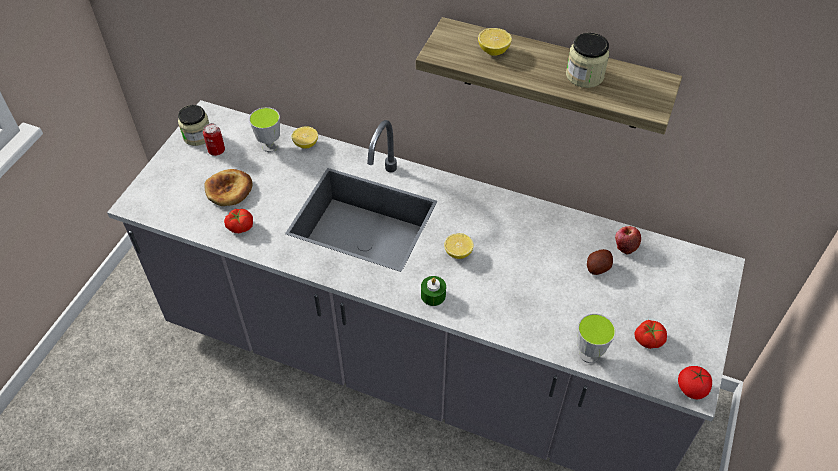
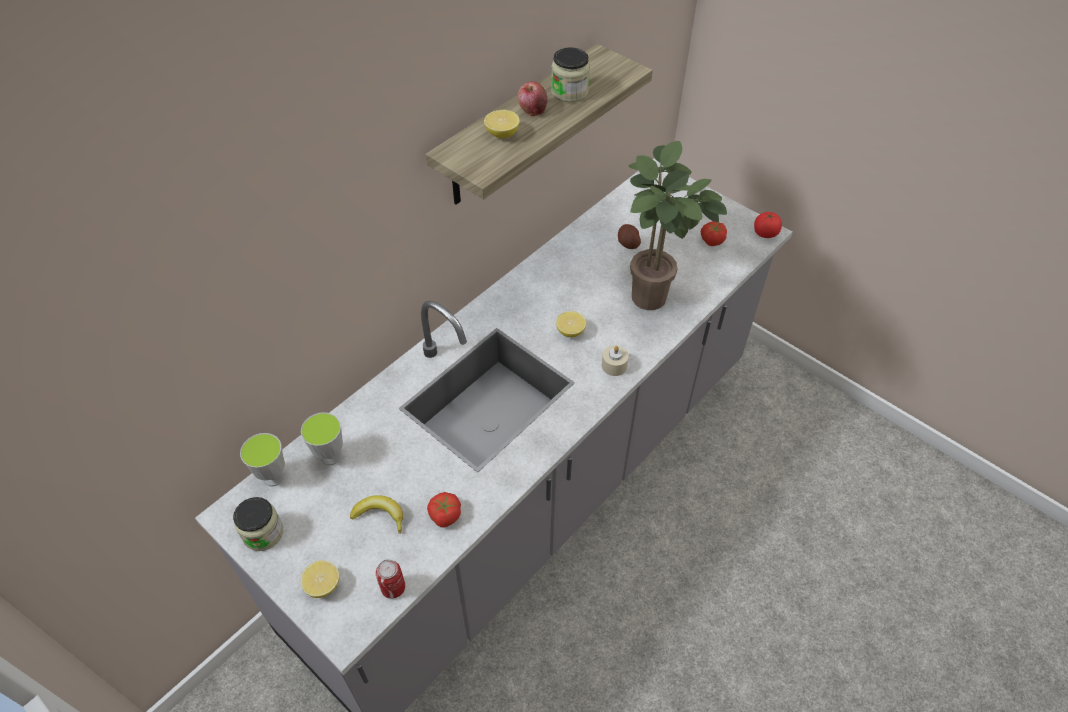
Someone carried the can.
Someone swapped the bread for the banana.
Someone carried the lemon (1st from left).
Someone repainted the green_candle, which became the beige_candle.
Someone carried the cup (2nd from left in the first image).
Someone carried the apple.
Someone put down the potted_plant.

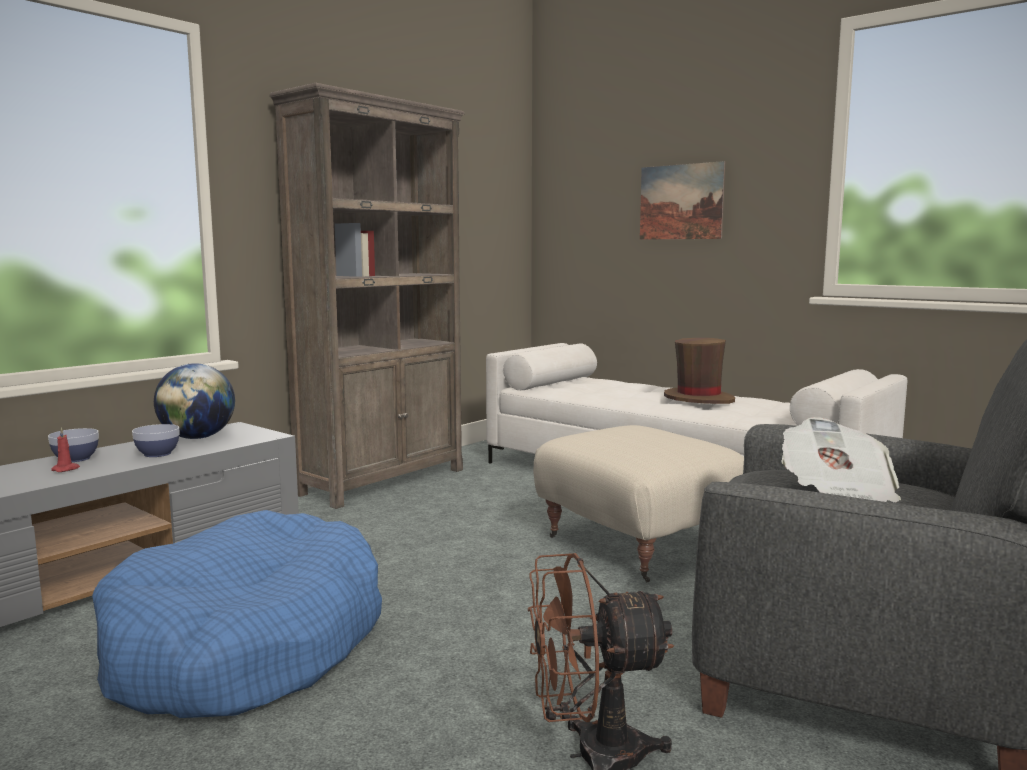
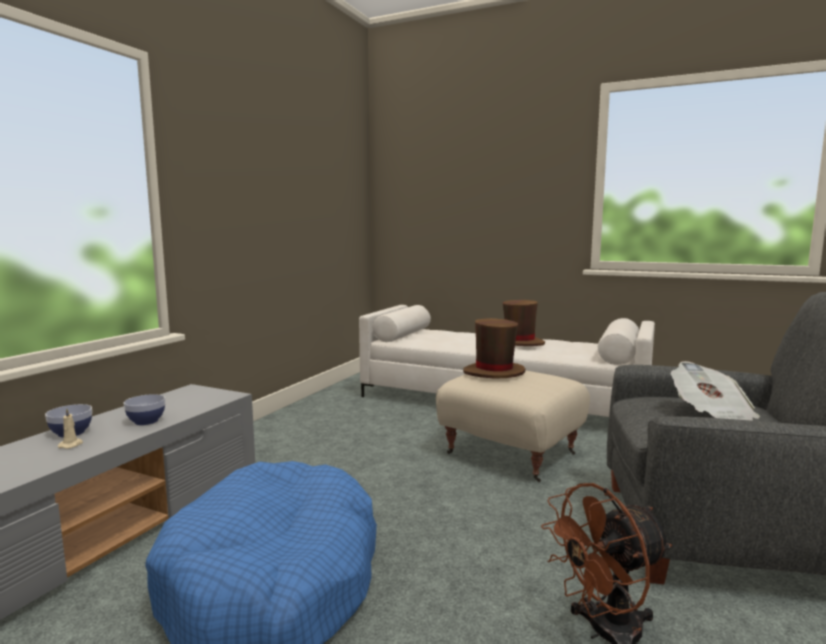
Someone repainted the red_candle, which became the beige_candle.
Someone took away the globe.
Someone took away the brown_bookcase.
Someone took away the picture.
Someone put down the brown_hat (1st from left).

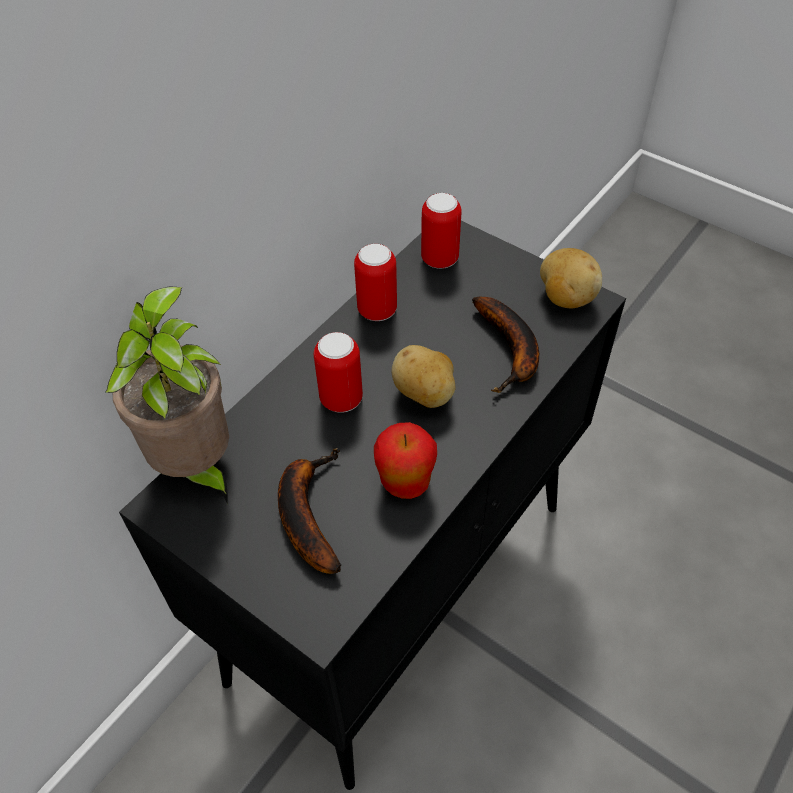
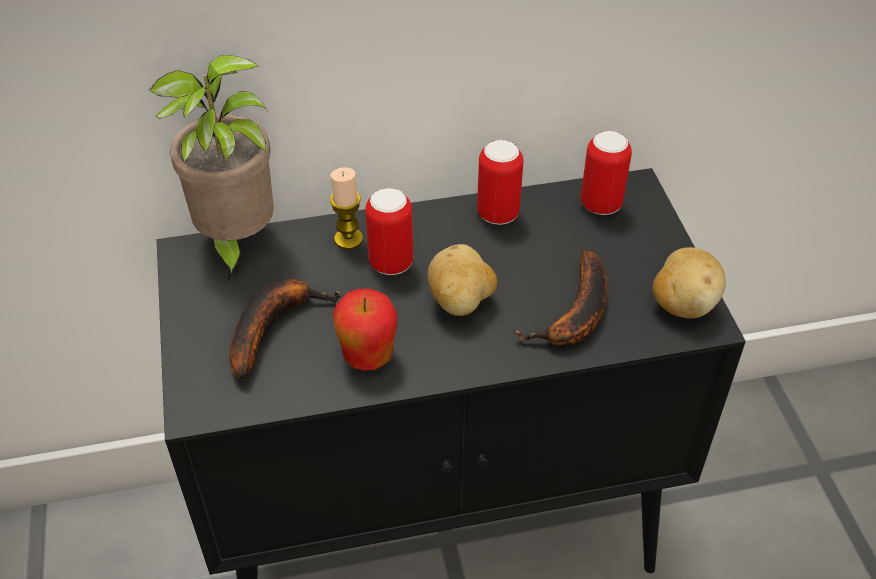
Someone put down the candle.

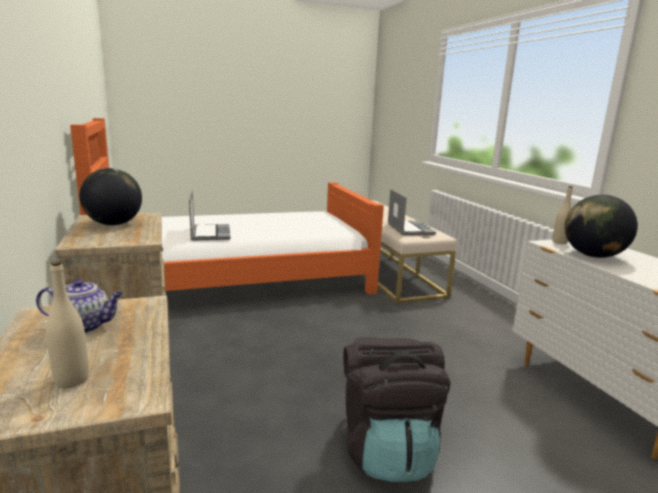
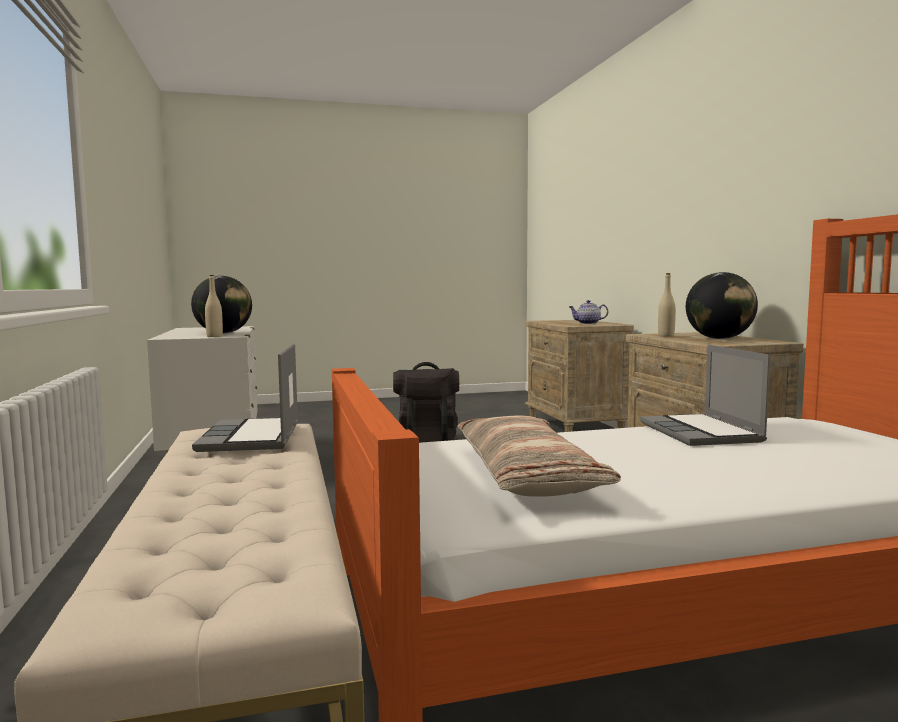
Someone carried the beige_bottle (1st from left in the first image).
Someone put down the pillow.

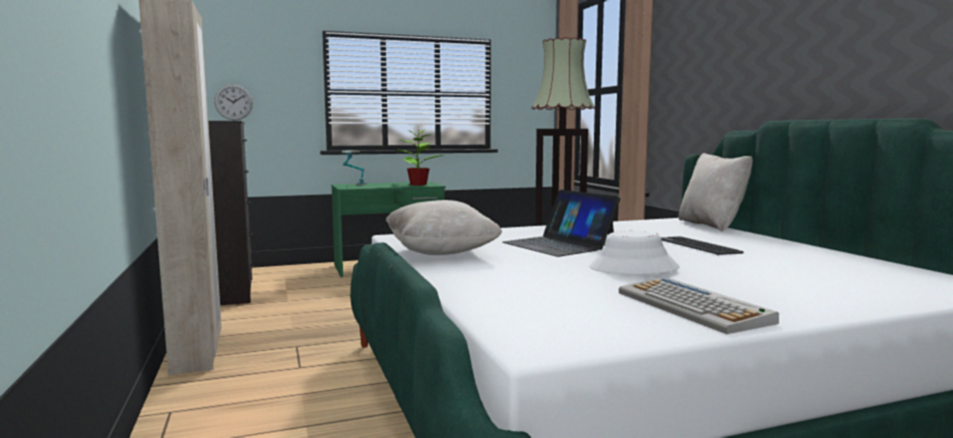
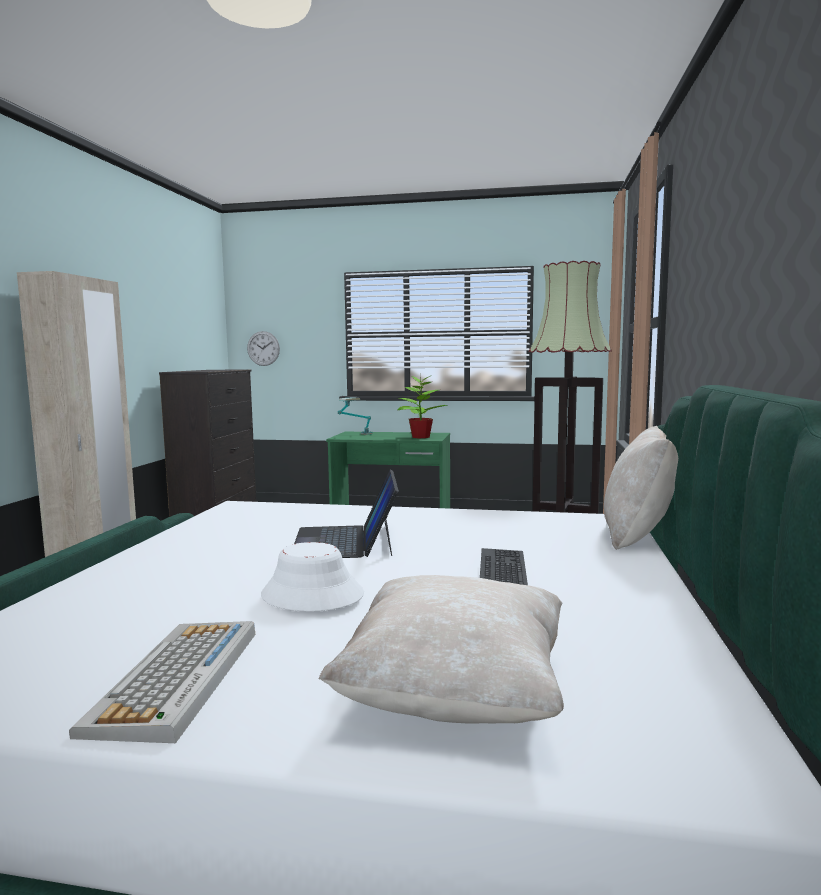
Someone carried the beige_pillow (1st from left).

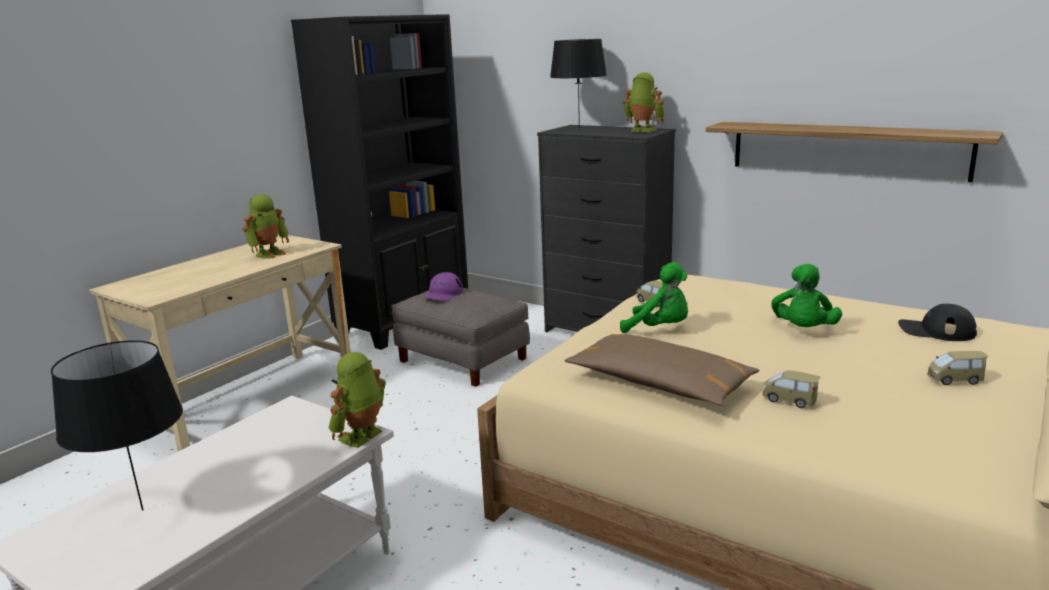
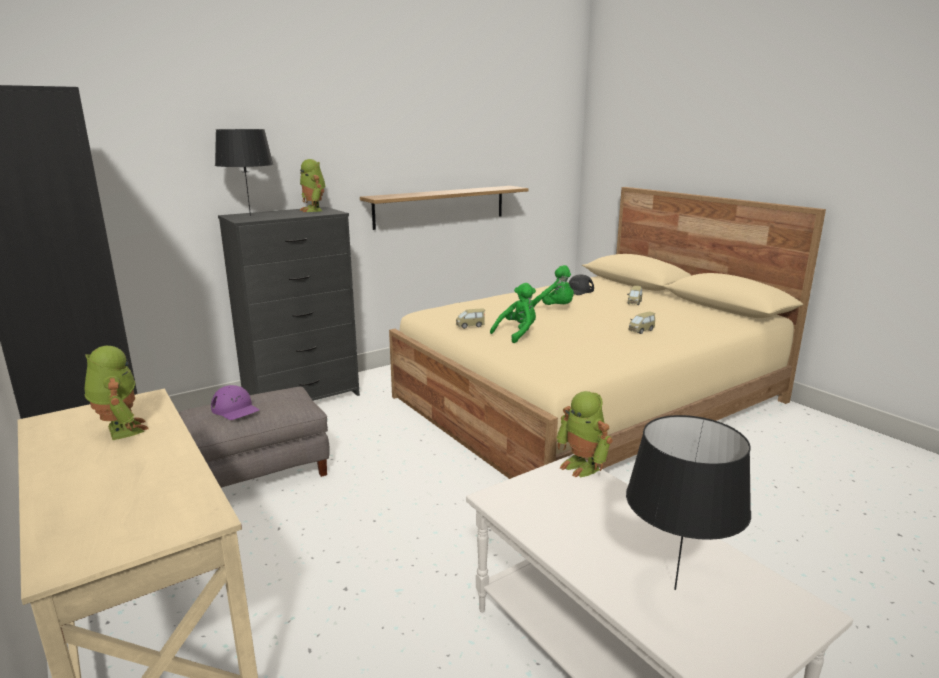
Someone took away the brown_pillow.
Someone rotated the toy_robot (3rd from left in the first image) by 90 degrees counterclockwise.

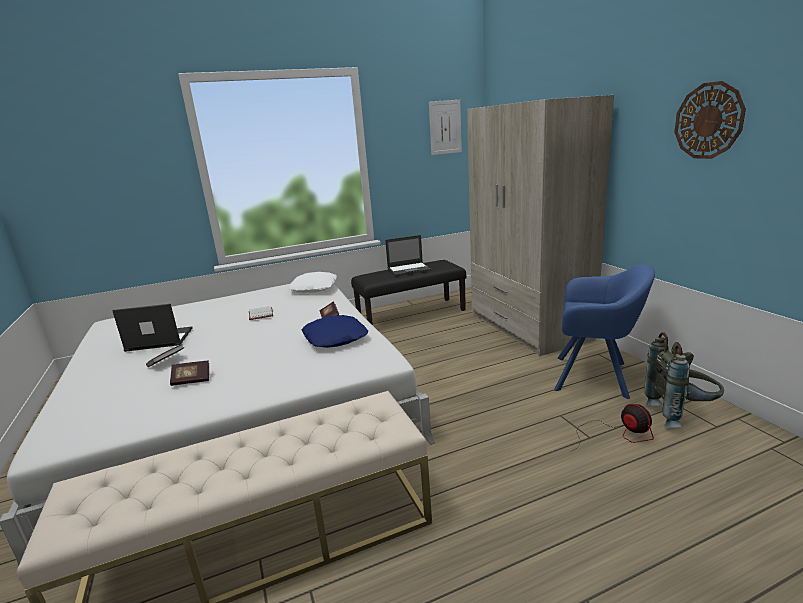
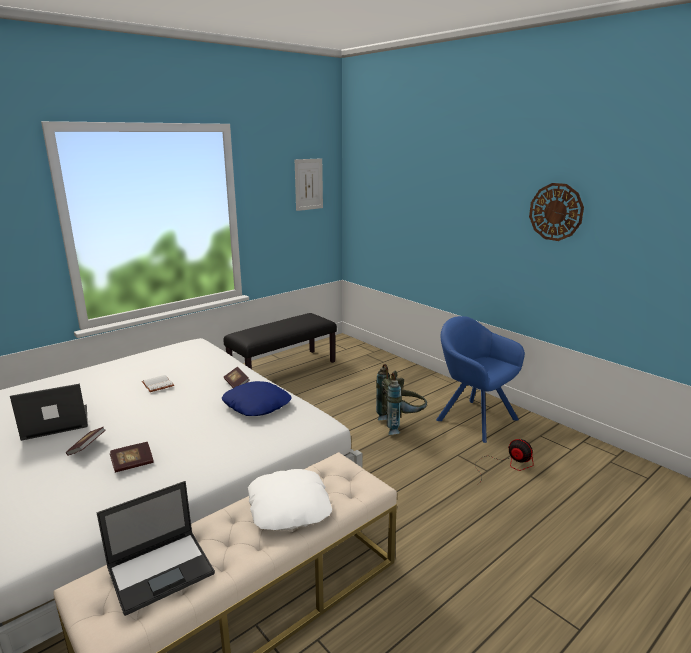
Someone carried the white_pillow.
Someone carried the laptop (2nd from left).
Someone took away the beige_wardrobe.
Someone rotated the blue_armchair by 135 degrees counterclockwise.
Someone carried the grey_backpack.

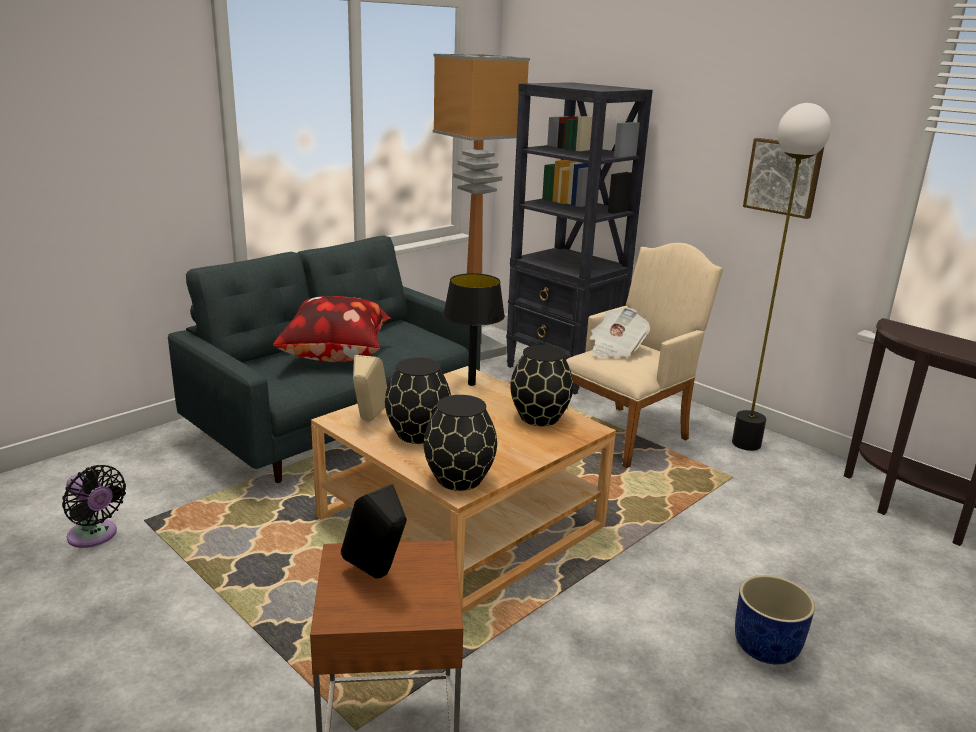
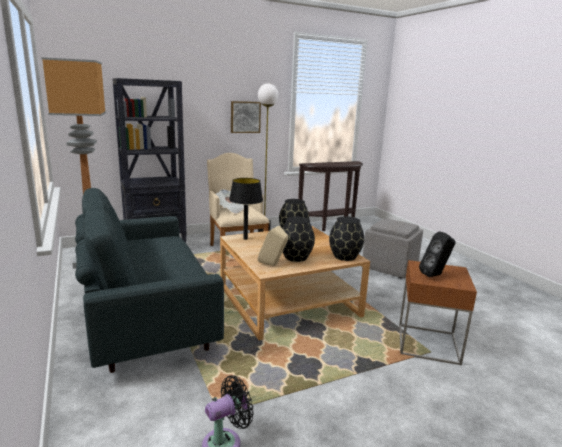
Someone took away the pillow.
Someone swapped the blue_planter for the grey_ottoman.

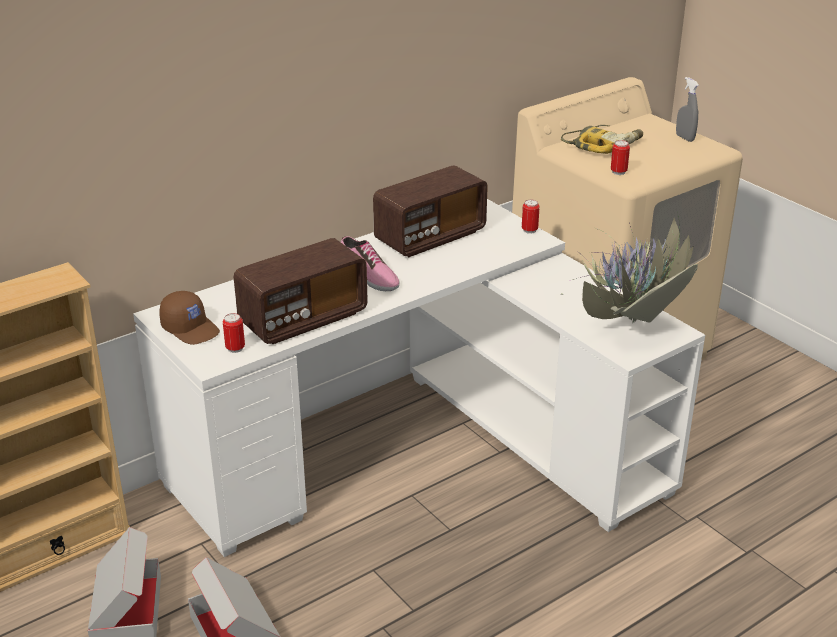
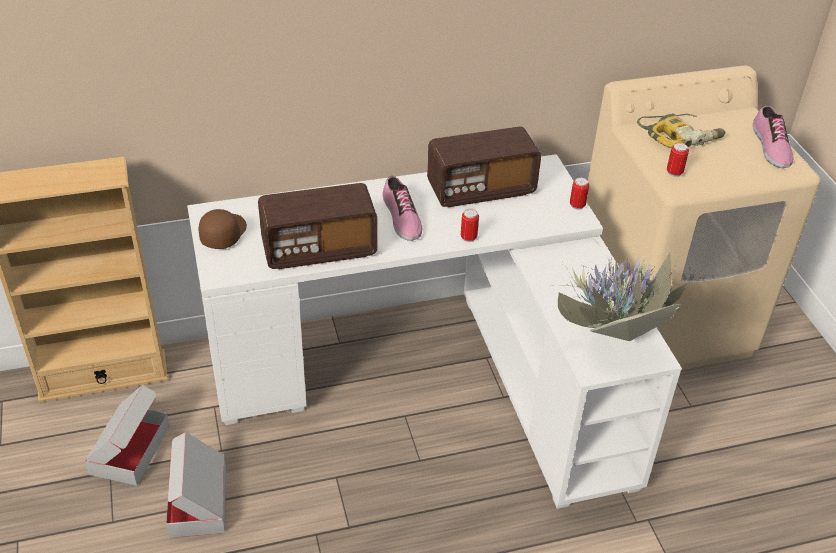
Someone rotated the brown_cap by 135 degrees counterclockwise.
Someone carried the can (1st from left).
Someone swapped the grey_spray_bottle for the shoe (2nd from left).

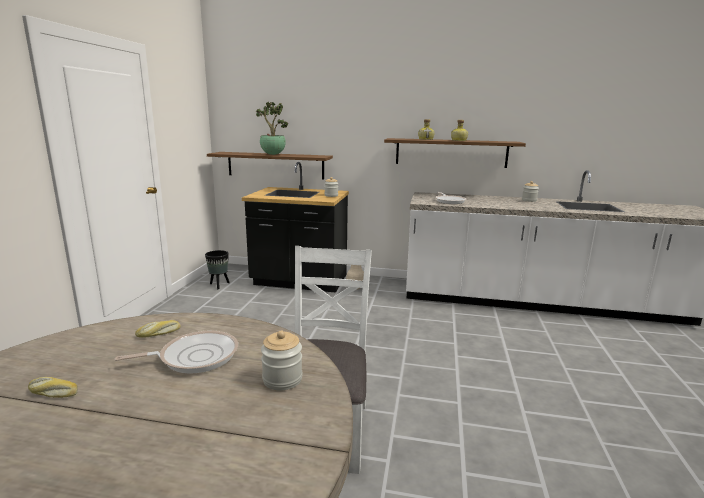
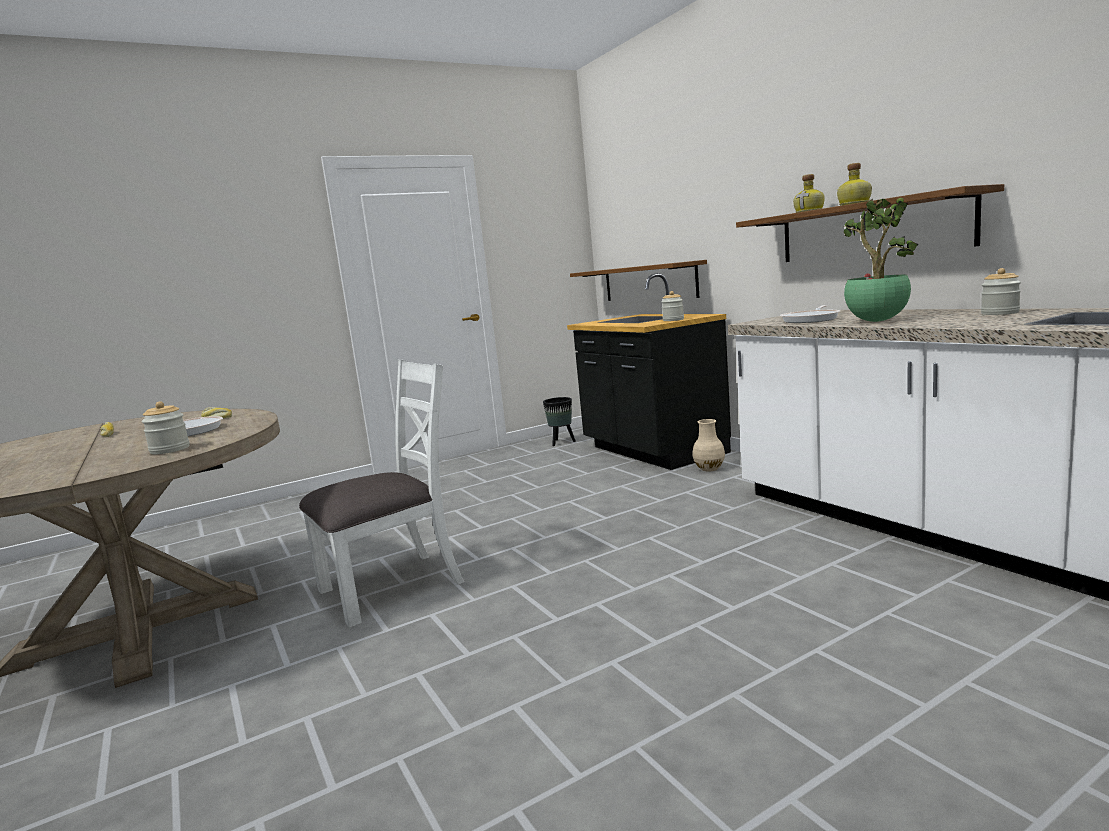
Someone carried the potted_plant.

